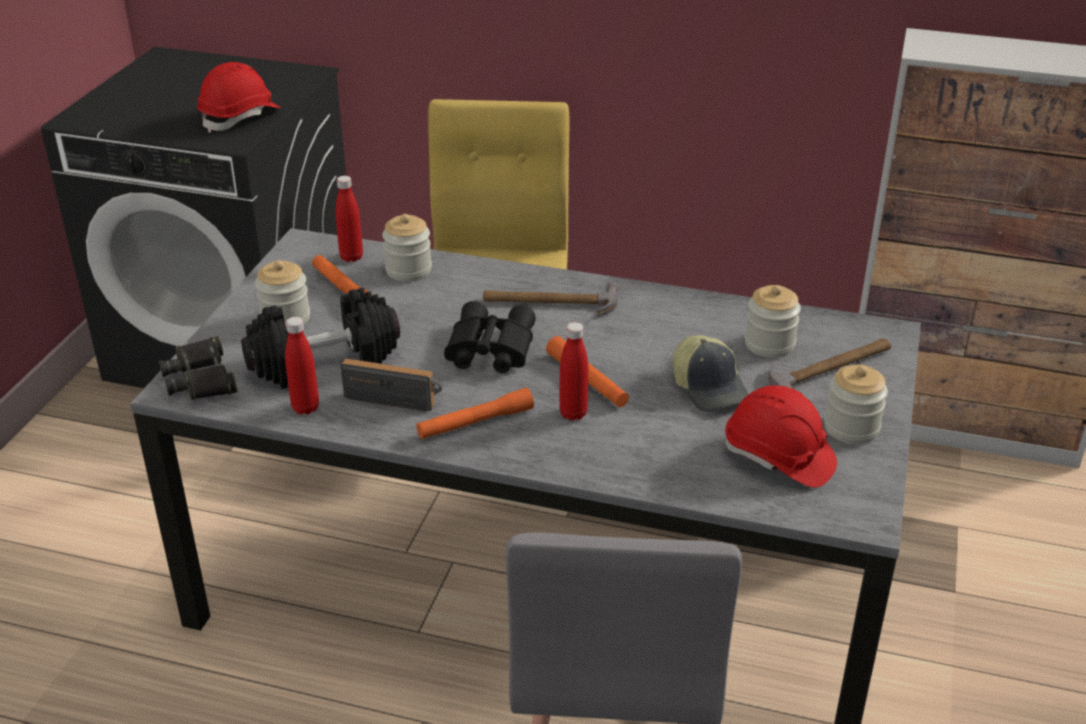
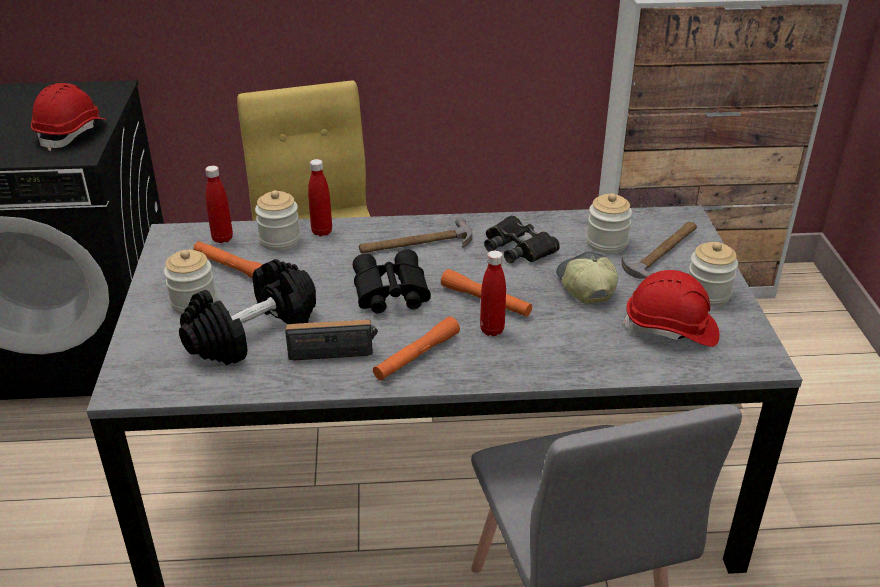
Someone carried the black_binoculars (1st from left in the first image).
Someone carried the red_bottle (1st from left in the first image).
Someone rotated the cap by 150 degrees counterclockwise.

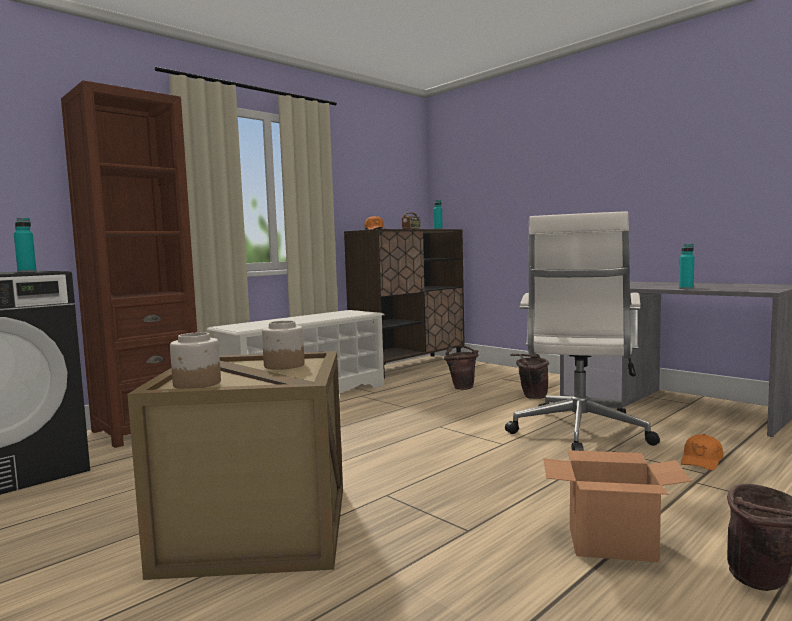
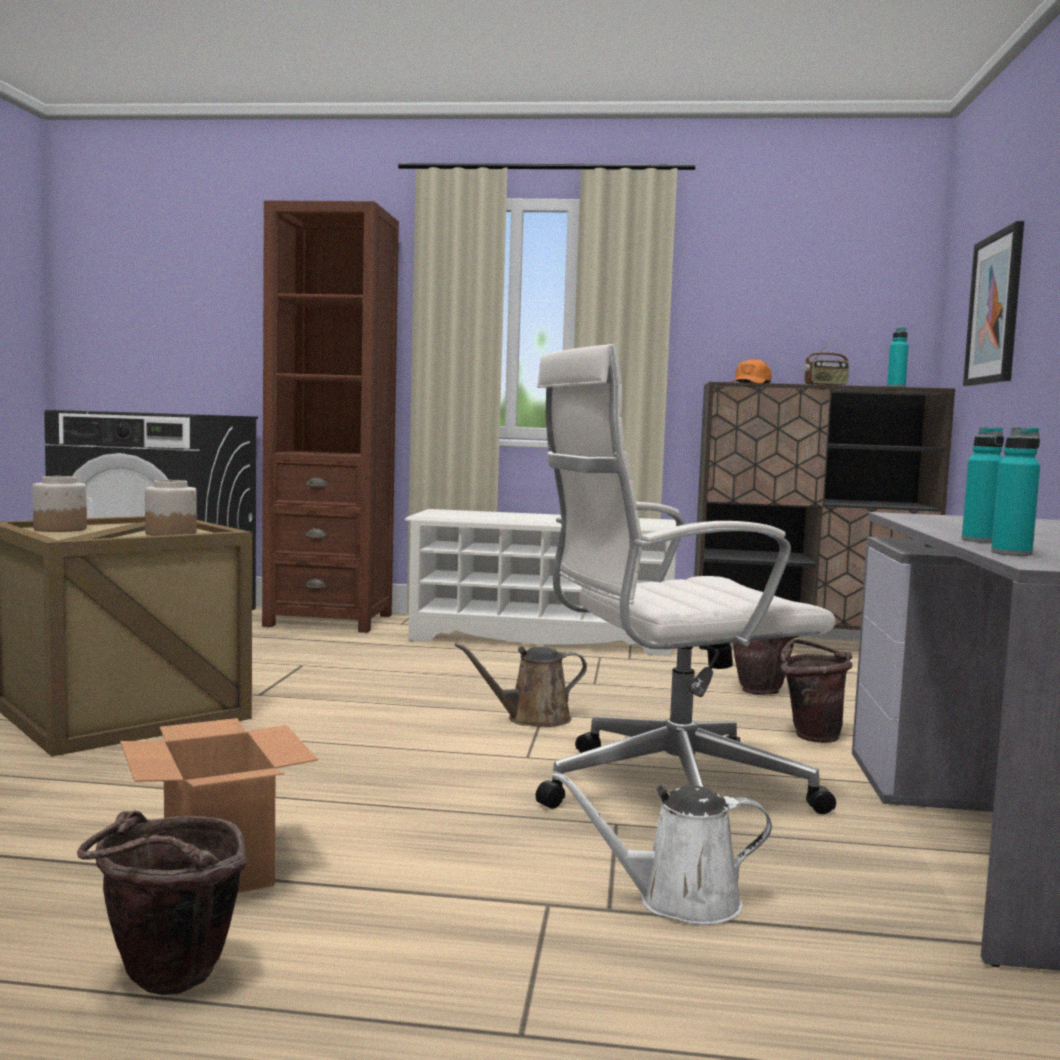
Someone carried the turquoise_bottle (1st from left in the first image).
Someone swapped the orange_cap (2nd from left) for the white_watering_can.
Someone put down the brown_watering_can.
Someone put up the picture.

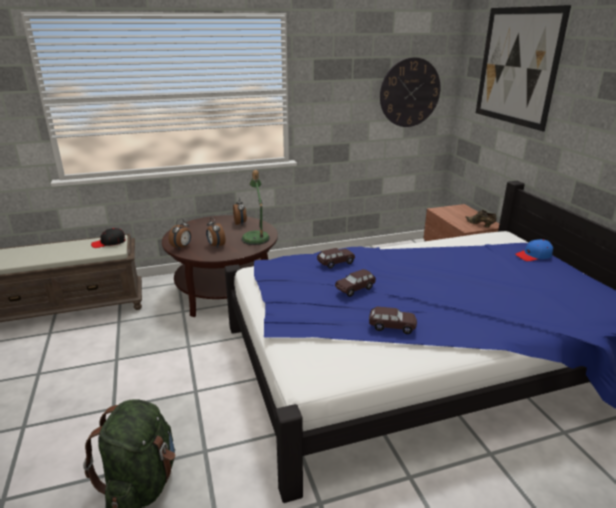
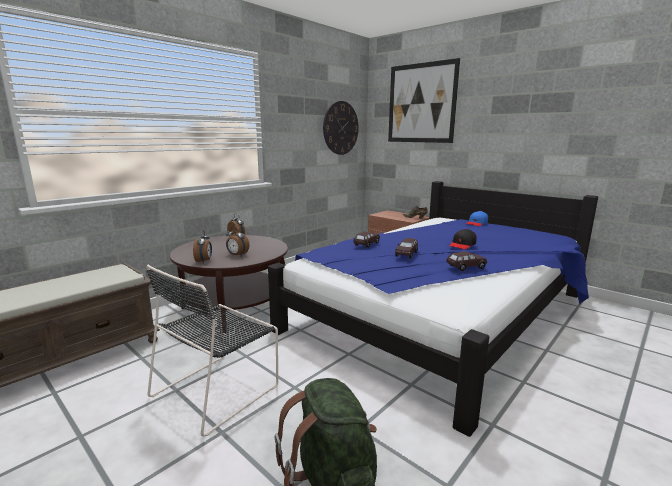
Someone carried the black_cap.
Someone took away the table_lamp.
Someone put down the black_chair.

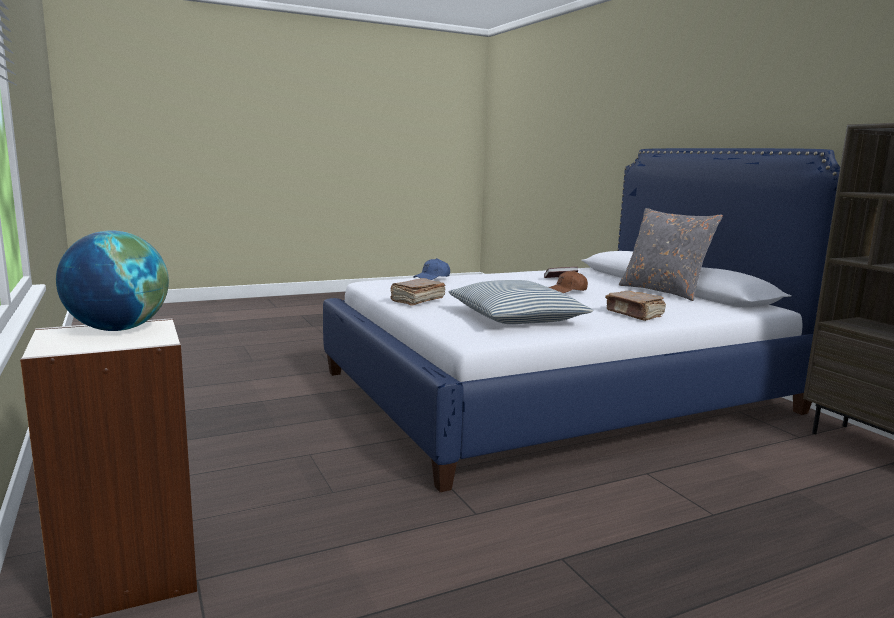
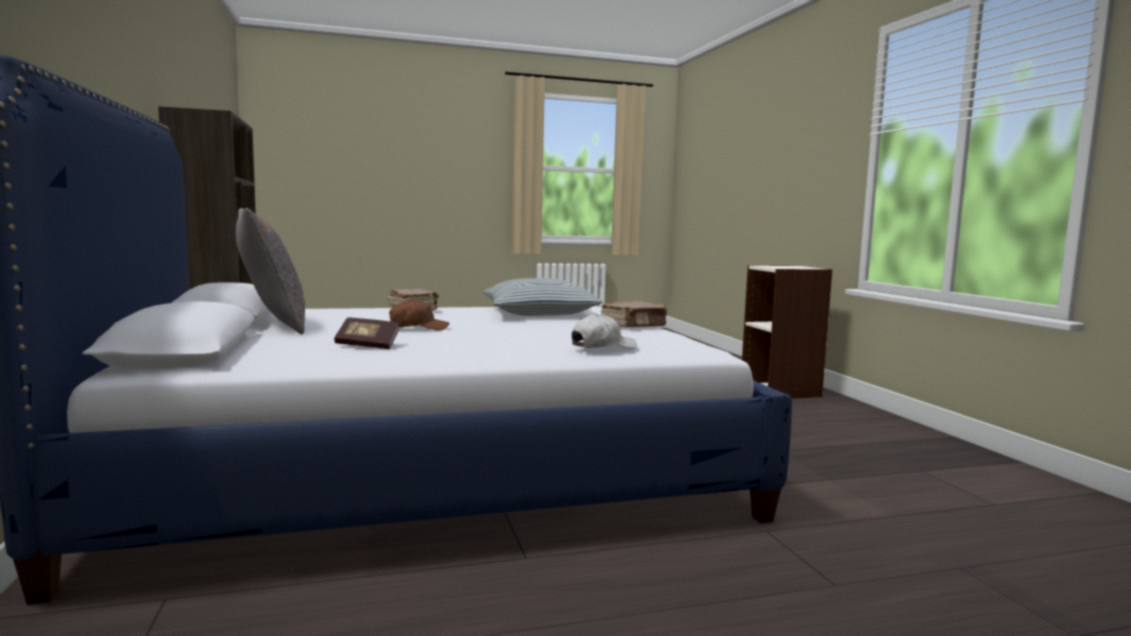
Someone took away the globe.
Someone repainted the blue_cap, which became the white_cap.

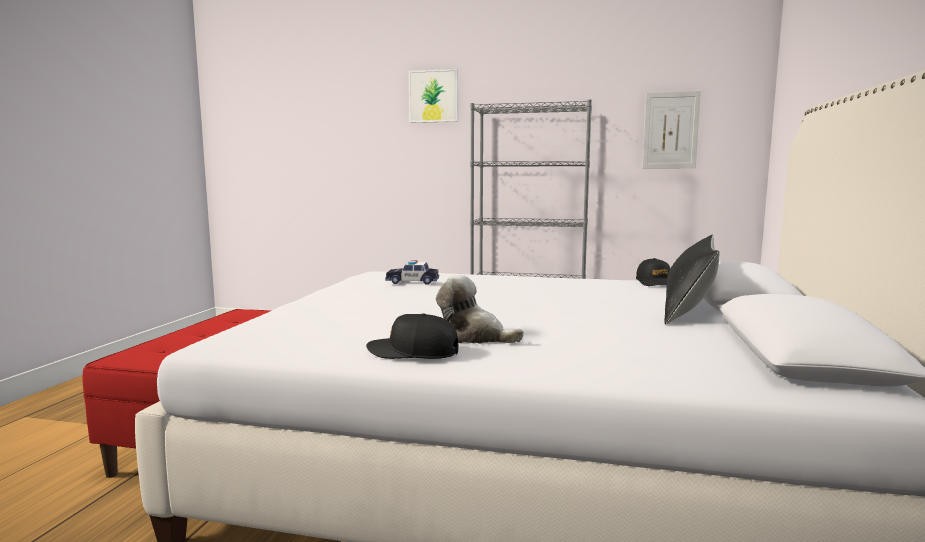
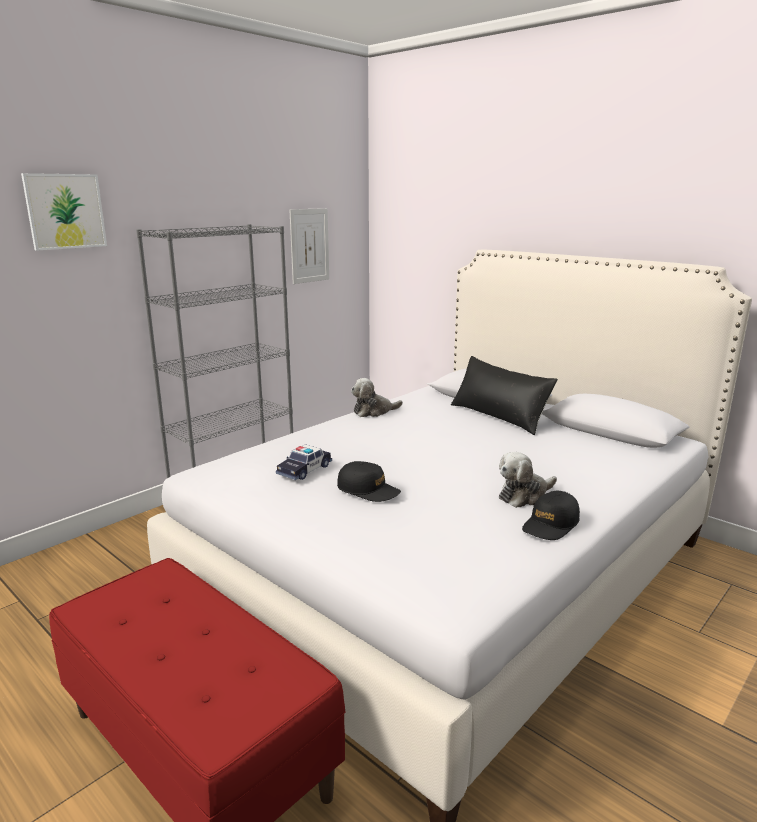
Someone carried the black_cap (2nd from left in the first image).
Someone put down the plush_toy (1st from left).

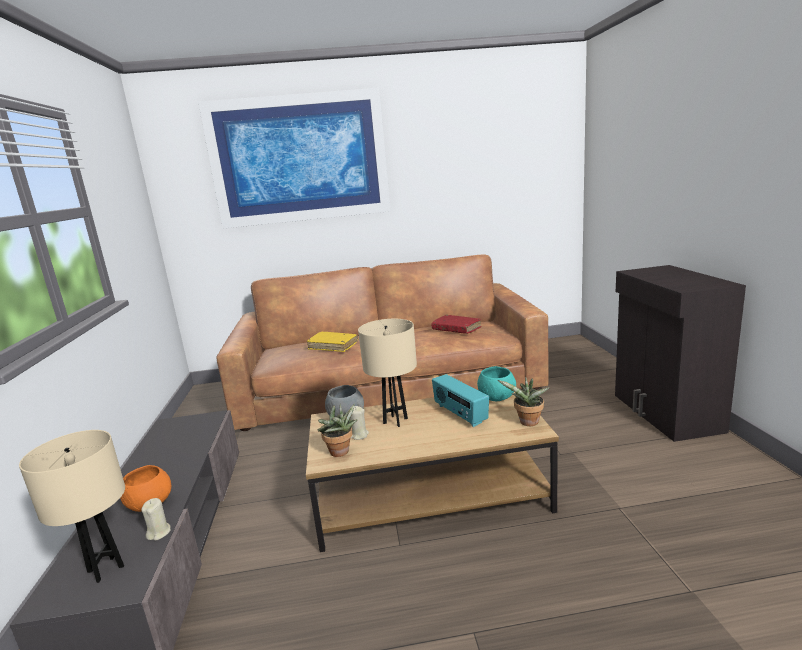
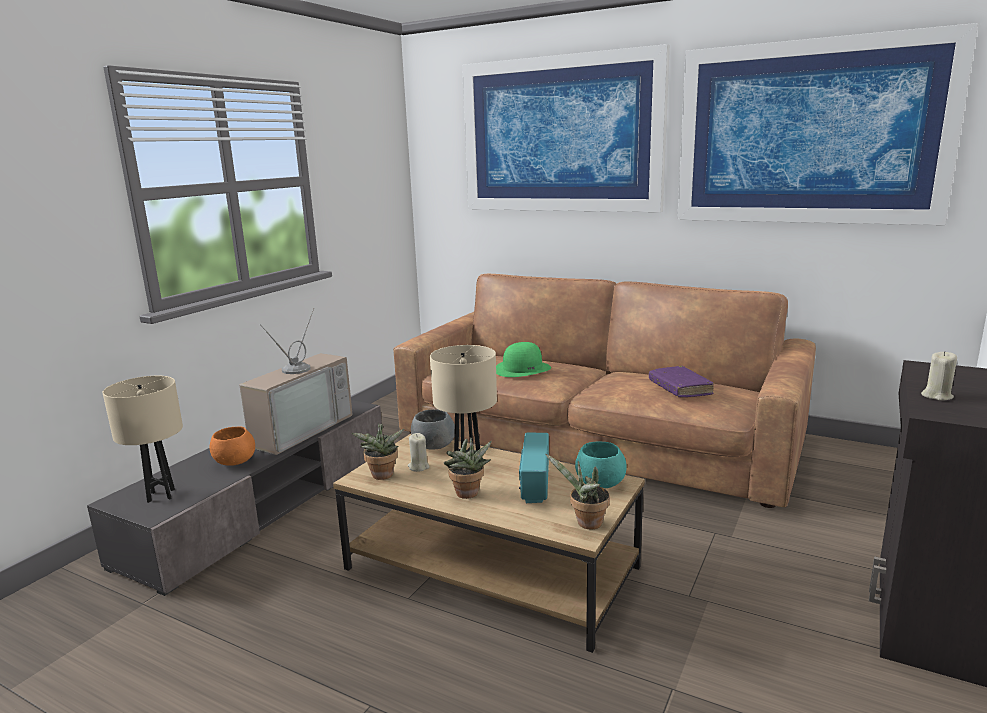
Someone carried the beige_candle (1st from left in the first image).
Someone swapped the yellow_book for the green_hat.
Someone repainted the red_book, which became the purple_book.
Someone put down the television.
Someone put down the potted_plant (2nd from left).
Someone put up the picture (2nd from left).

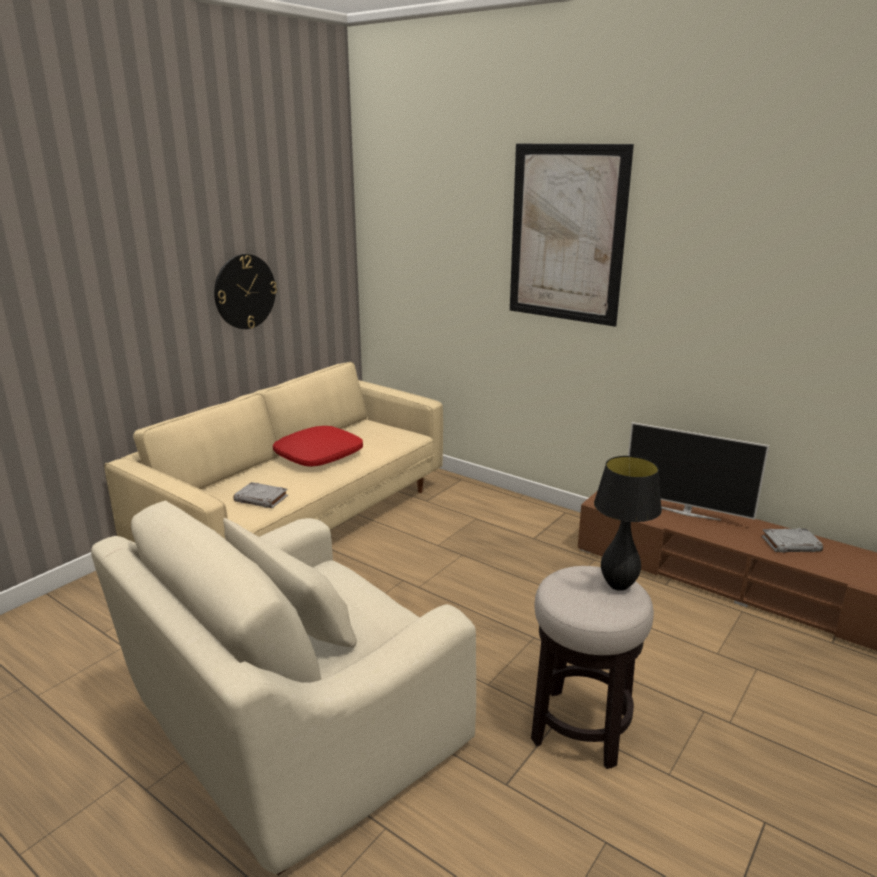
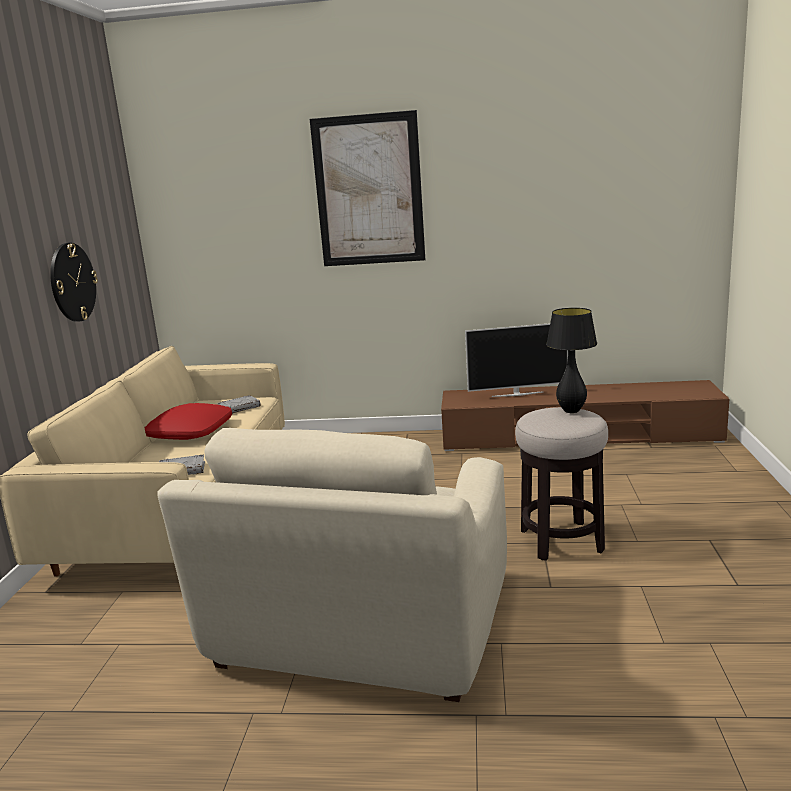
Someone carried the grey_book (2nd from left).

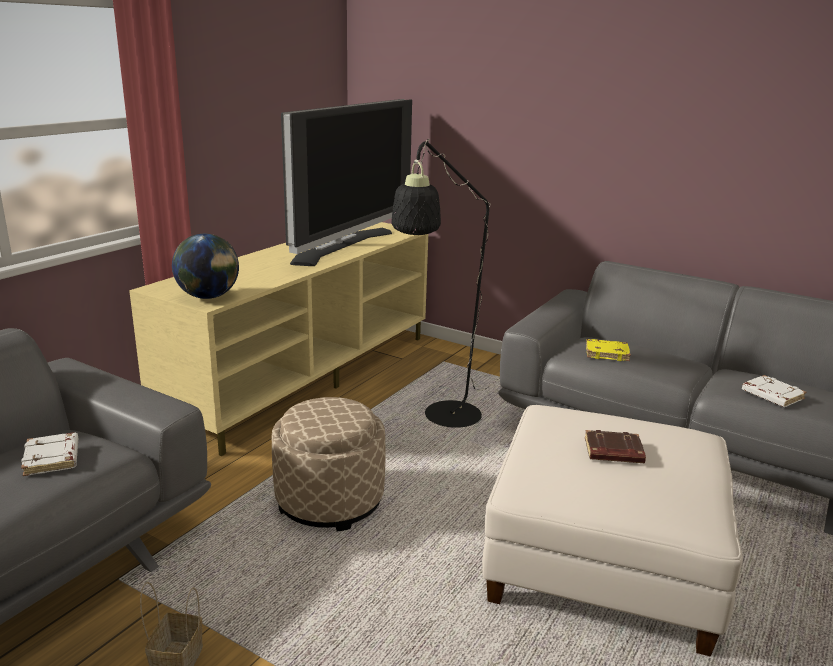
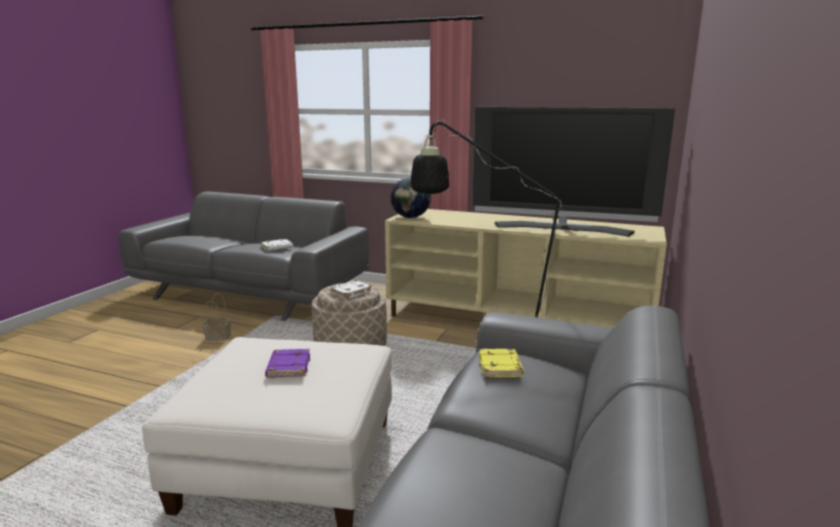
Someone repainted the brown_book, which became the purple_book.
Someone carried the white_book (2nd from left).

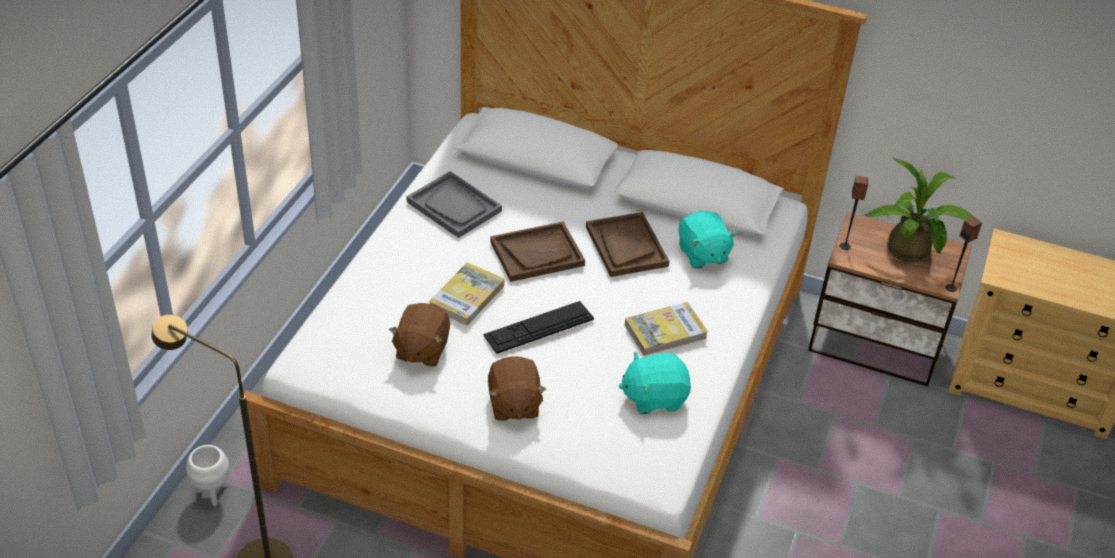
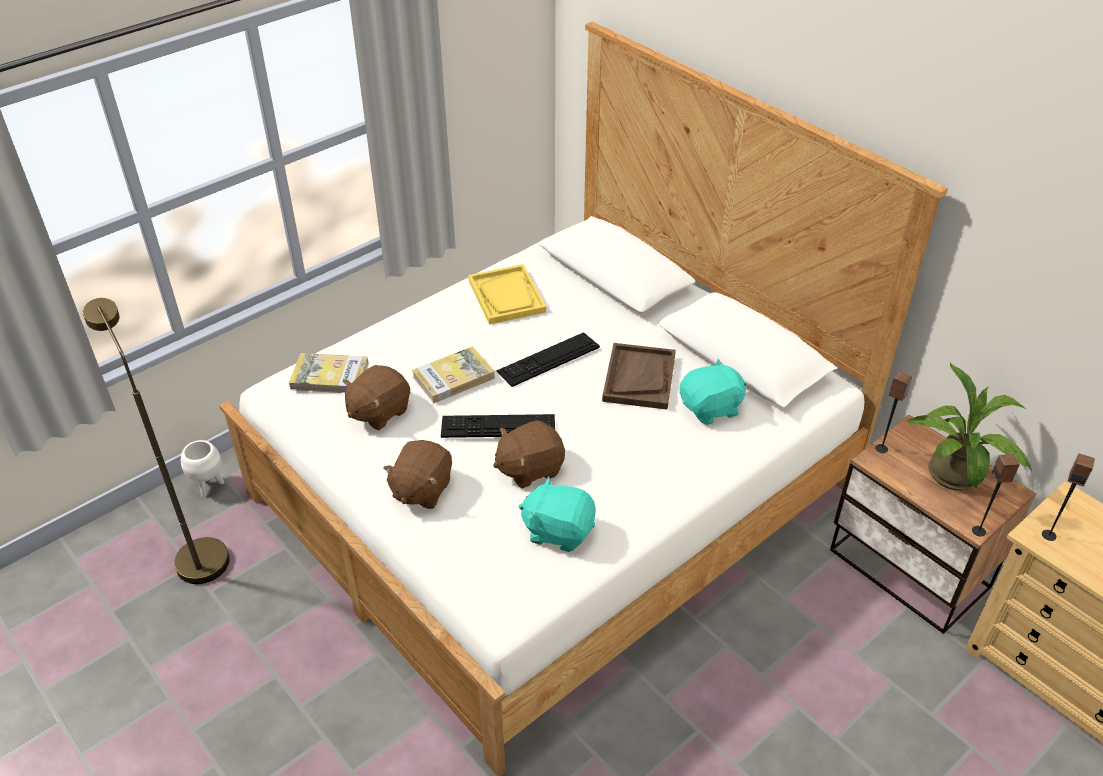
Someone repainted the grey_tray, which became the yellow_tray.
Someone swapped the brown_tray (1st from left) for the keyboard (2nd from left).
Someone carried the book (2nd from left in the first image).
Someone rotated the turquoise_plush_toy (2nd from left) by 120 degrees counterclockwise.
Someone put down the brown_plush_toy (3rd from left).
Someone put down the speaker (3rd from left).

